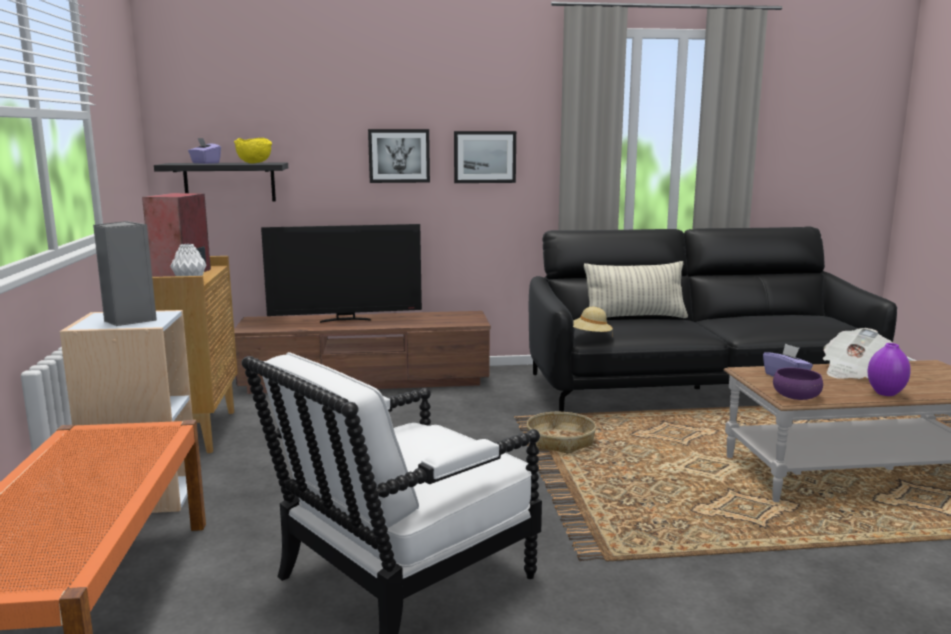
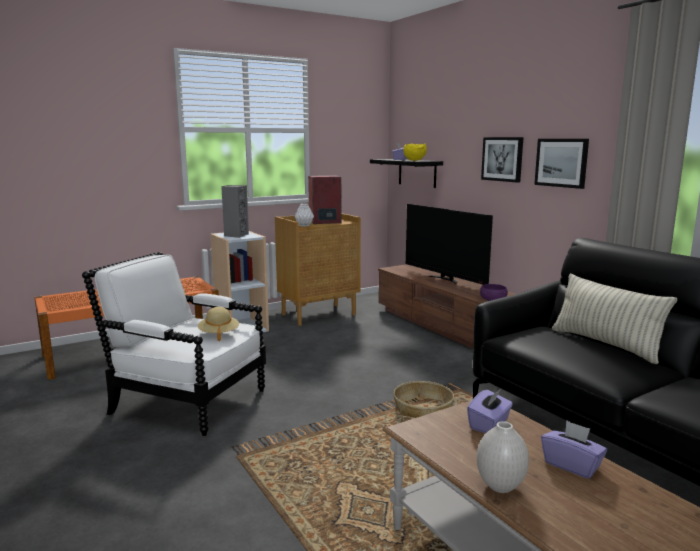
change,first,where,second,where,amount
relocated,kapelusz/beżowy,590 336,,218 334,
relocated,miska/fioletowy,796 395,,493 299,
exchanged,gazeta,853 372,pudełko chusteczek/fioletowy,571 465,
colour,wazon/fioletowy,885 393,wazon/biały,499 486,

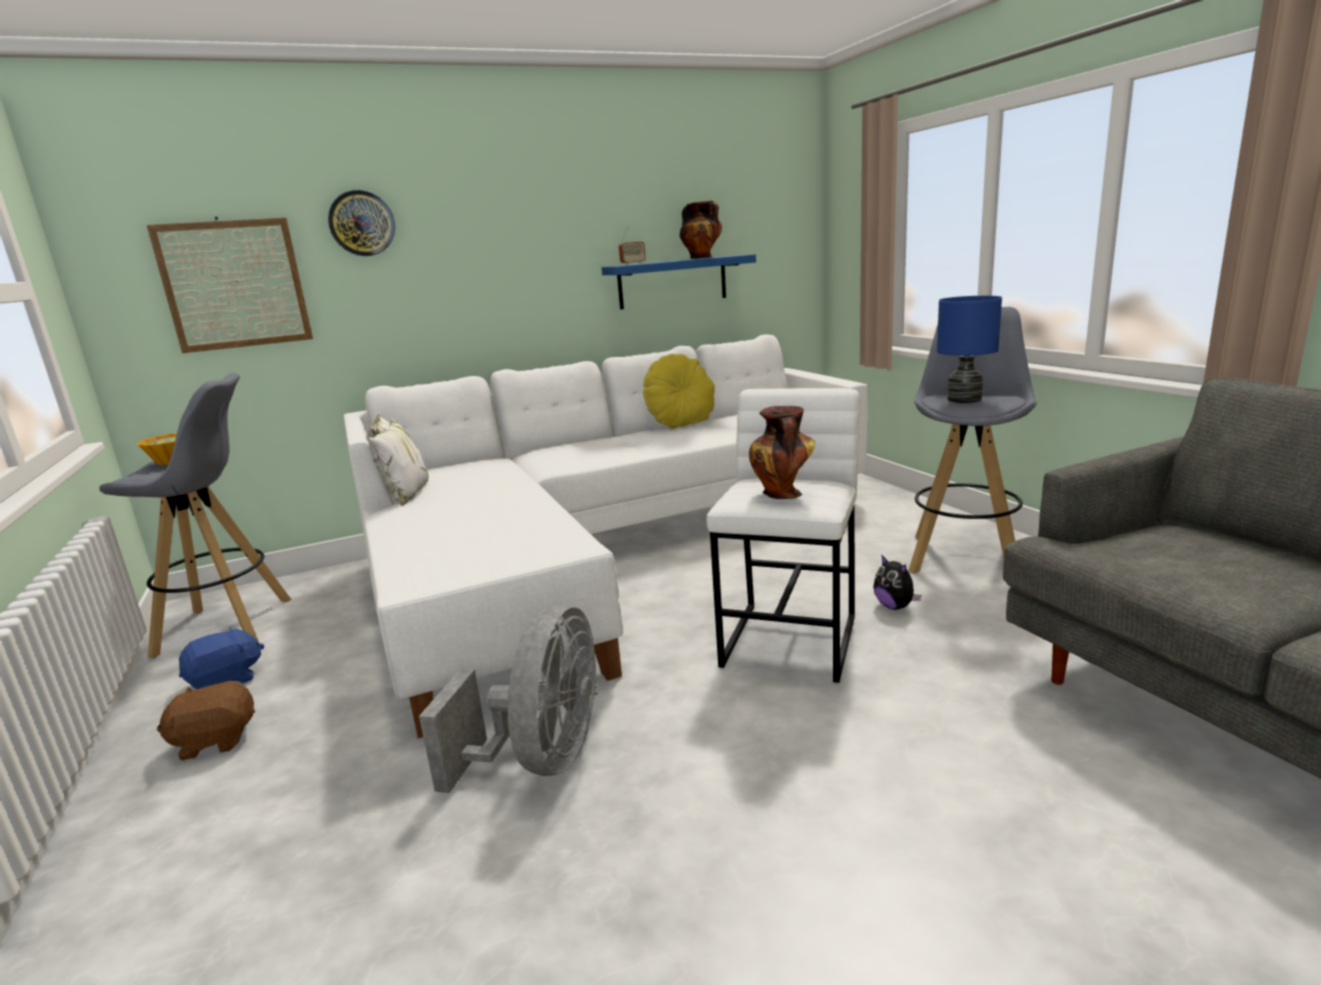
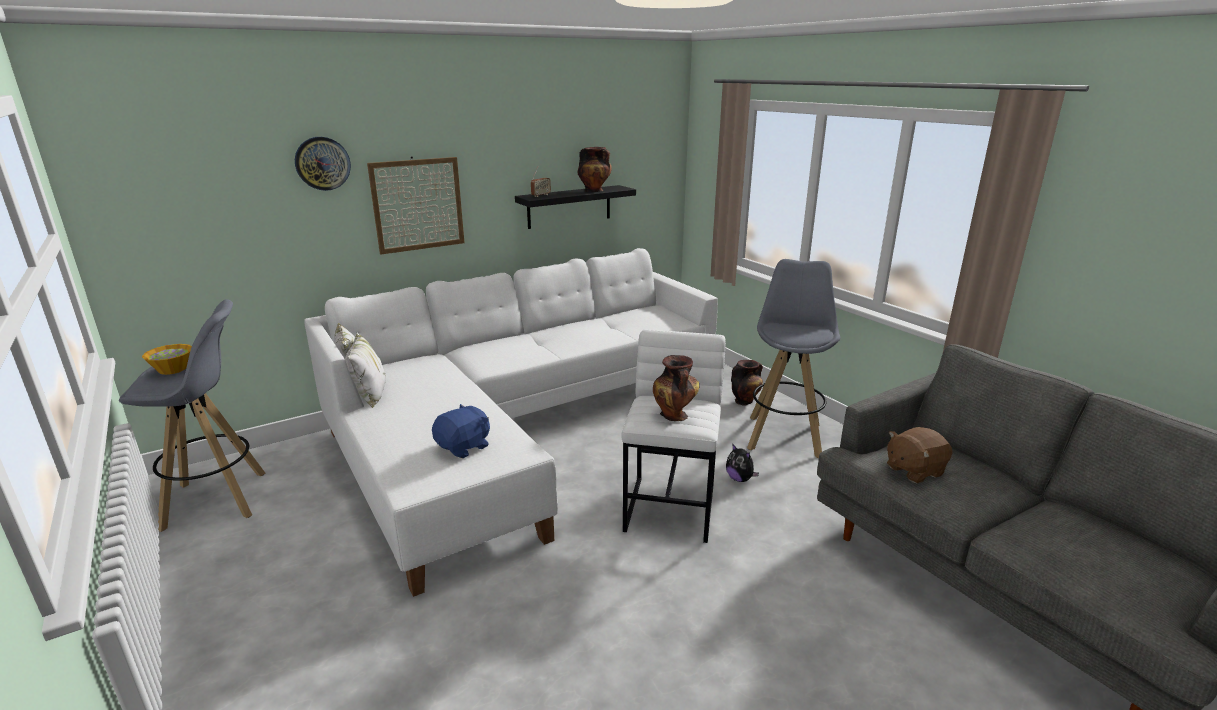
change,first,where,second,where,amount
relocated,obraz,234 282,,417 203,
relocated,pluszak/brązowy,216 740,,913 470,
relocated,pluszak/niebieski,226 680,,464 447,
missing,wentylator/szary,543 758,,,
colour,półka/niebieski,672 282,półka/czarny,569 206,
missing,poduszka/żółty,681 425,,,
missing,lampa stołowa/niebieski,964 399,,,
appeared,,,wazon,744 401,

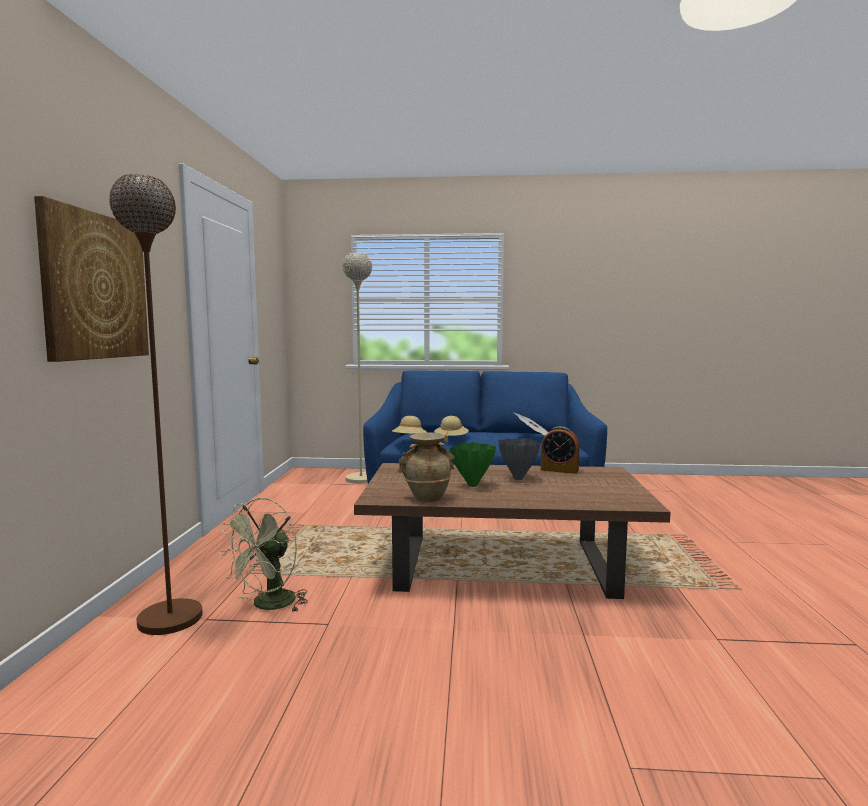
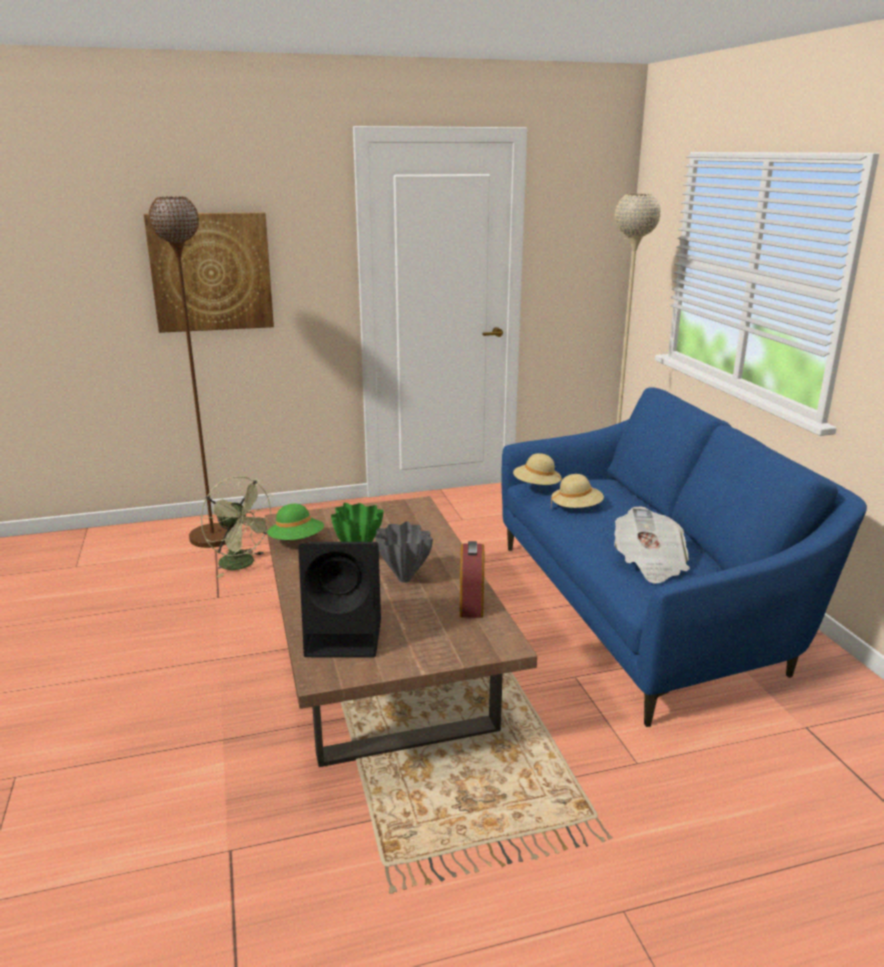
change,first,where,second,where,amount
spun,wentylator/zielony,268 605,,243 564,150 degrees counterclockwise
exchanged,wazon/beżowy,427 498,kapelusz/zielony,297 541,
appeared,,,głośnik/czarny,346 637,

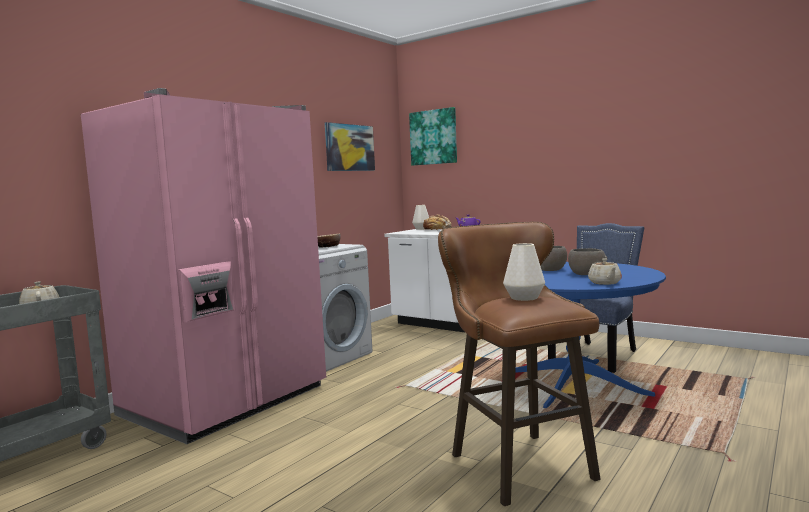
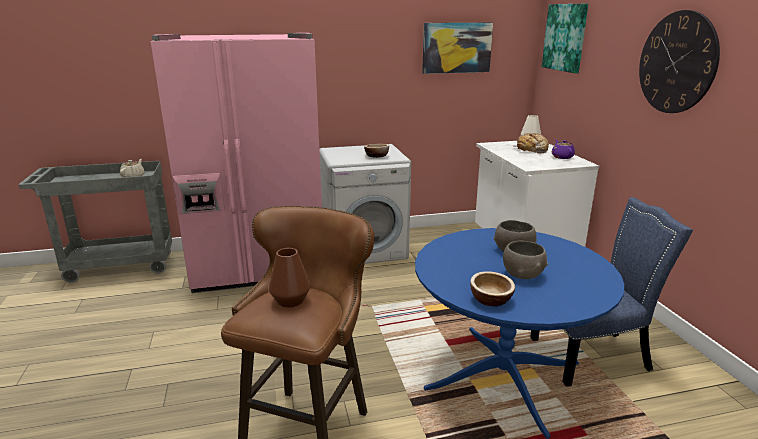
change,first,where,second,where,amount
colour,wazon/biały,524 298,wazon/brązowy,290 300,
exchanged,imbryk/beżowy,605 283,miska,490 299,
appeared,,,zegar ścienny,677 63,

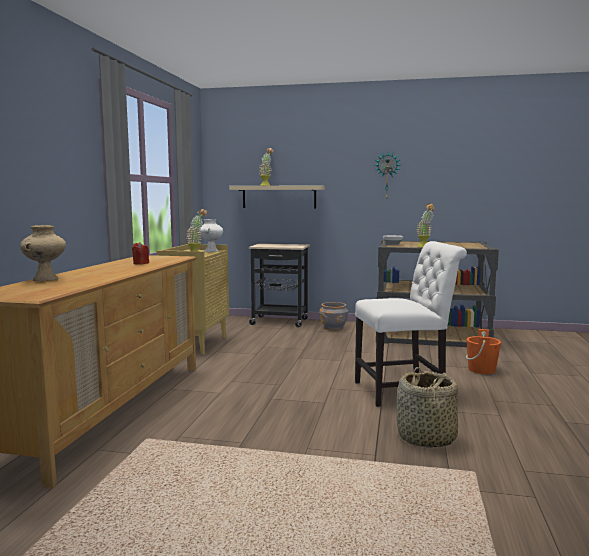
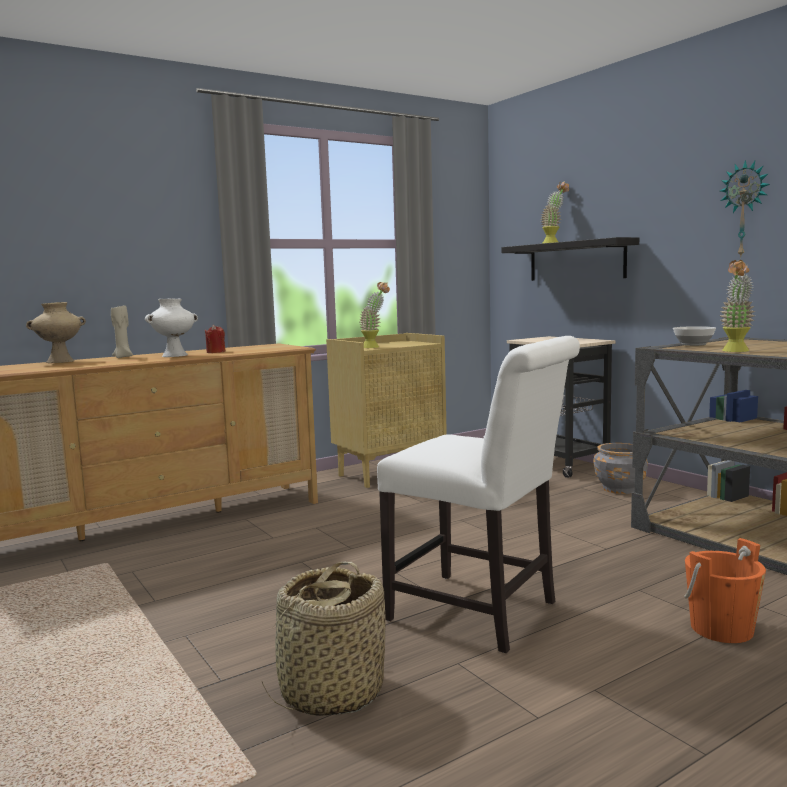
change,first,where,second,where,amount
relocated,wazon/biały,211 251,,175 355,
colour,półka/beżowy,279 197,półka/czarny,576 261,
appeared,,,świeca/beżowy,123 357,

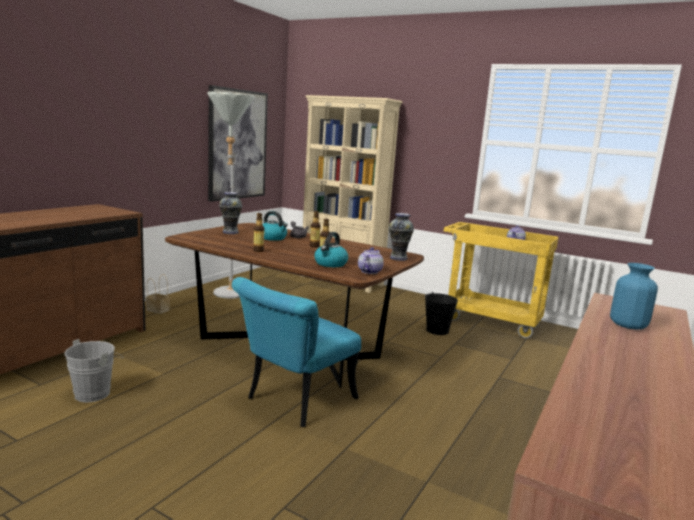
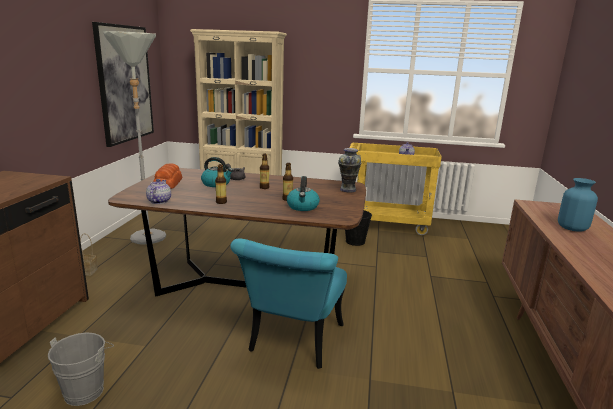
change,first,where,second,where,amount
exchanged,wazon,230 232,chleb,168 183,
relocated,imbryk,369 271,,159 201,

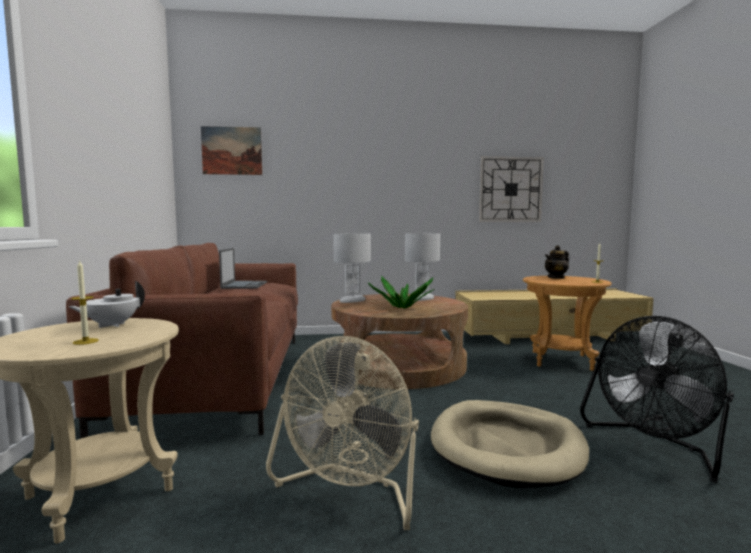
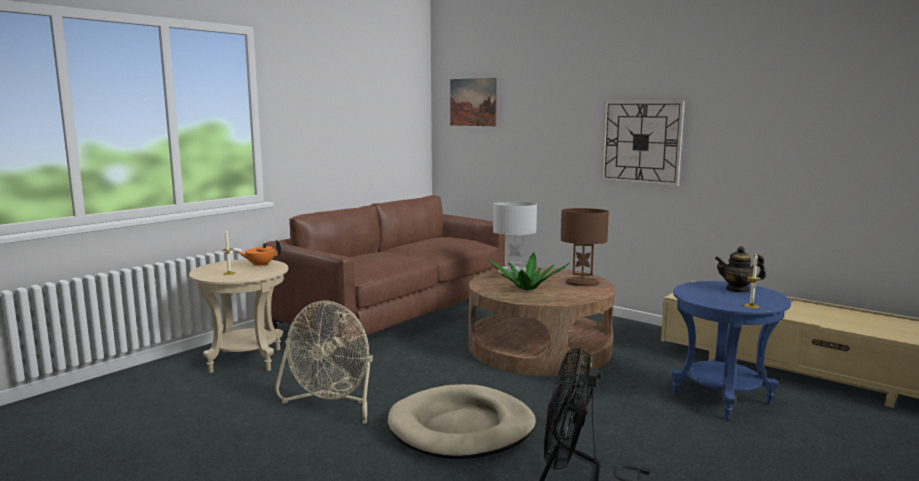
change,first,where,second,where,amount
colour,imbryk/biały,111 325,imbryk/pomarańczowy,260 265,
missing,laptop,244 285,,,
spun,wentylator/beżowy,348 487,,332 403,45 degrees counterclockwise
colour,lampa stołowa/biały,422 298,lampa stołowa/brązowy,582 283,
relocated,zegar ścienny,510 189,,641 142,
colour,stolik/brązowy,561 360,stolik/niebieski,721 399,

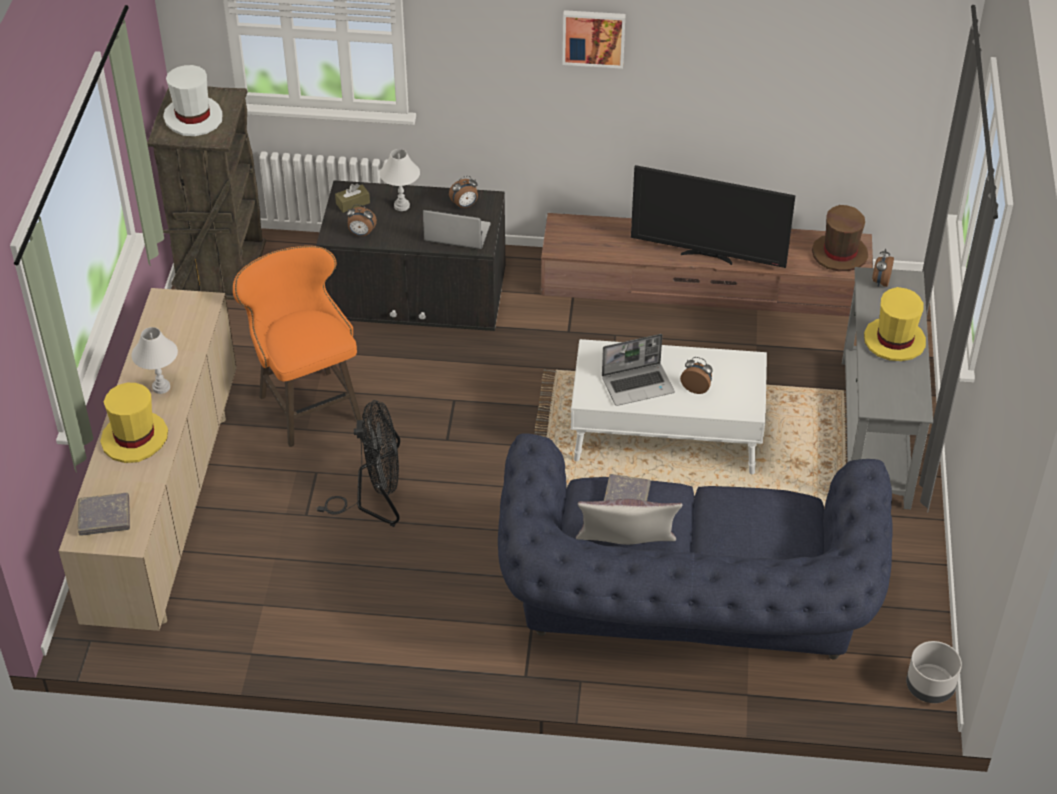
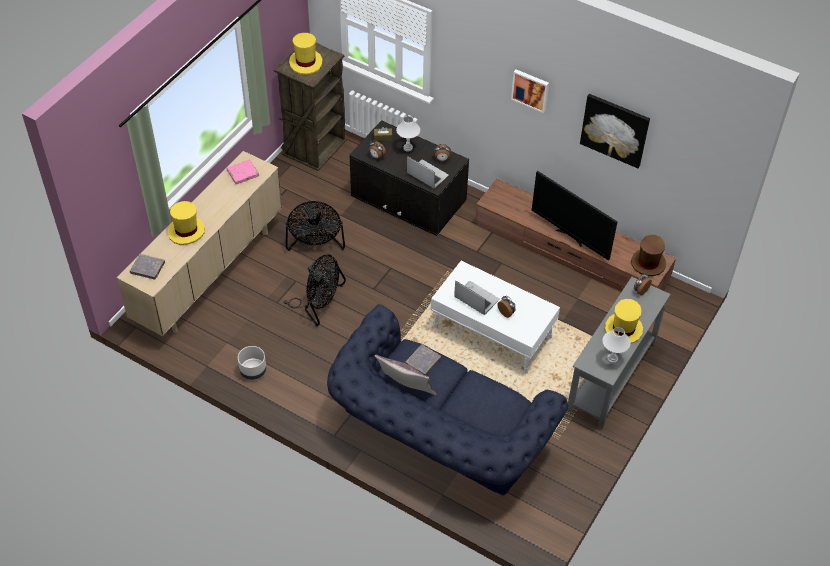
change,first,where,second,where,amount
relocated,lampa stołowa/biały,161 387,,612 359,
colour,kapelusz/biały,193 118,kapelusz/żółty,306 63,
exchanged,stołek/pomarańczowy,307 404,wentylator/czarny,313 241,
spun,laptop,638 385,,475 299,150 degrees counterclockwise
relocated,donica/szary,929 687,,253 371,
appeared,,,książka/różowy,243 173,
appeared,,,obraz,615 130,

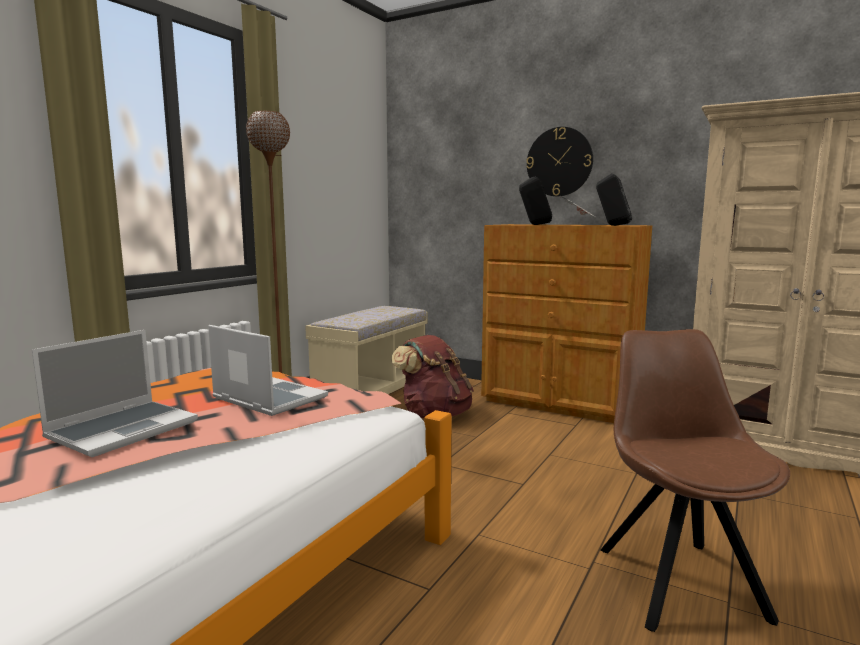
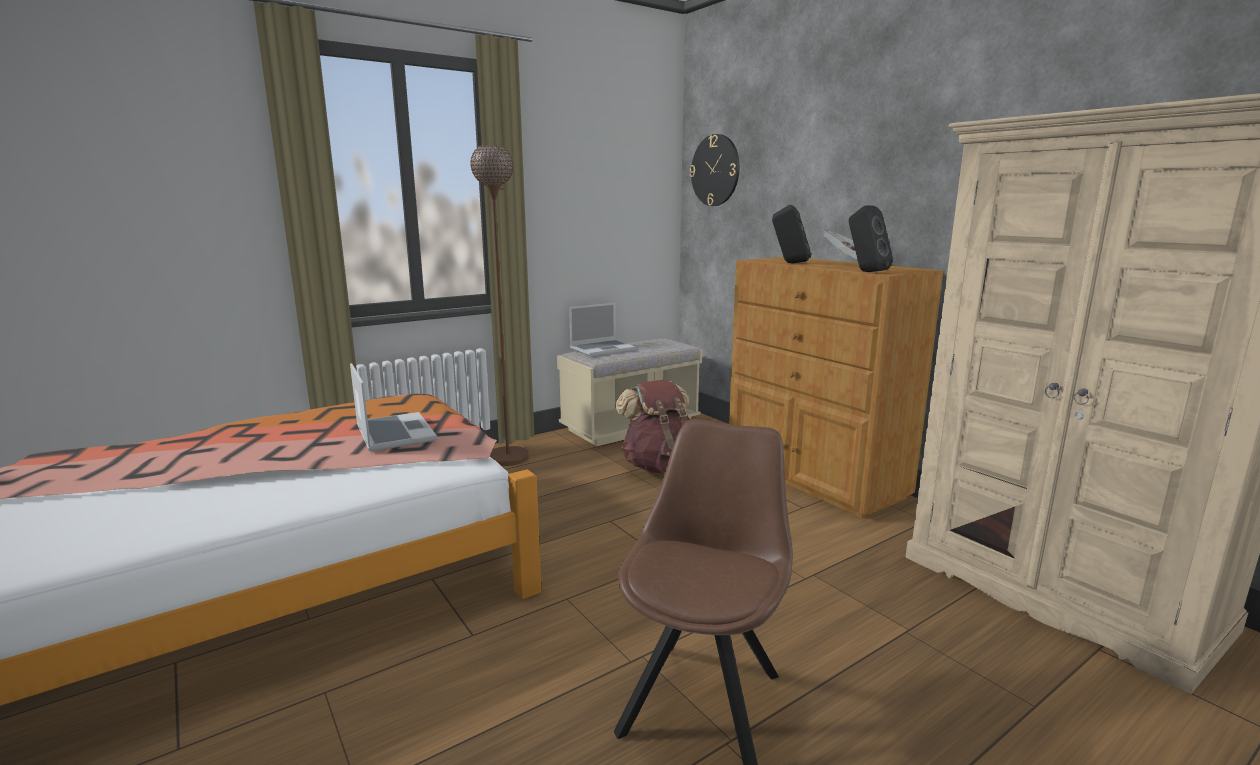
change,first,where,second,where,amount
relocated,laptop,124 429,,602 349,
relocated,zegar ścienny,559 162,,715 170,

